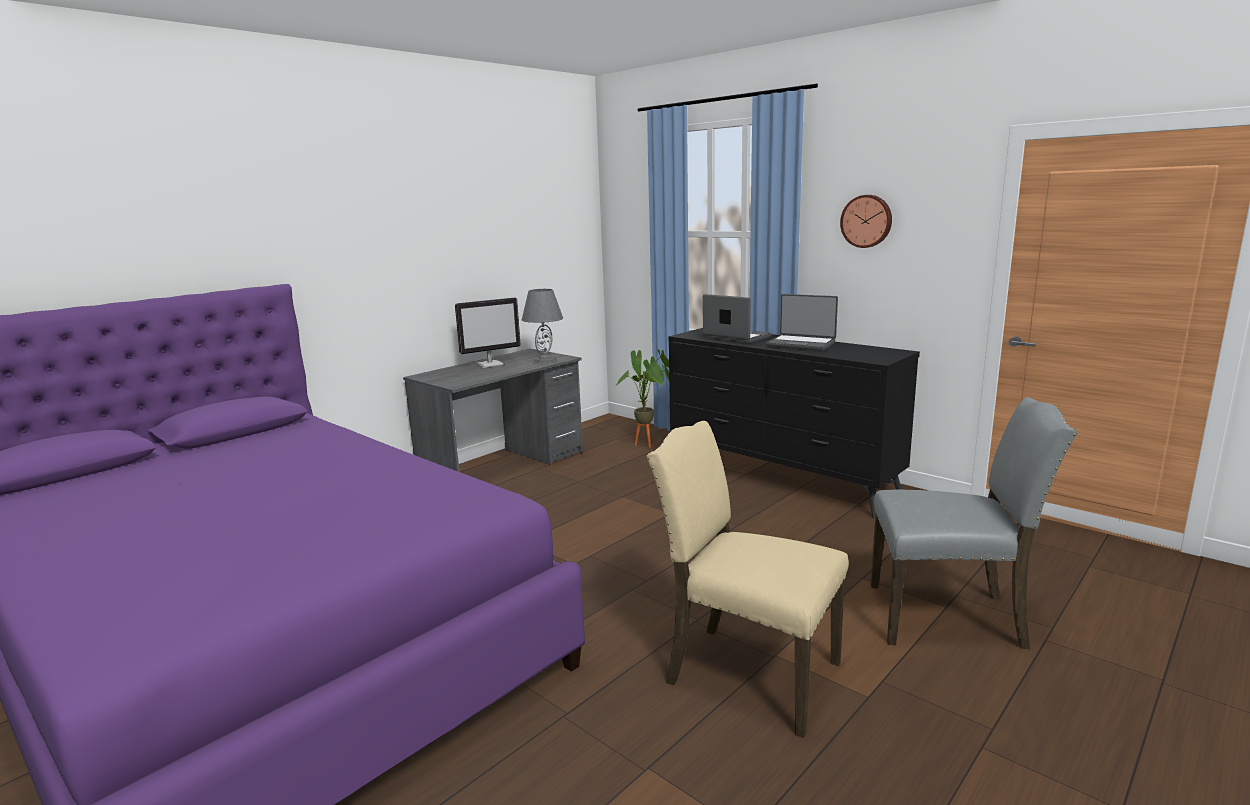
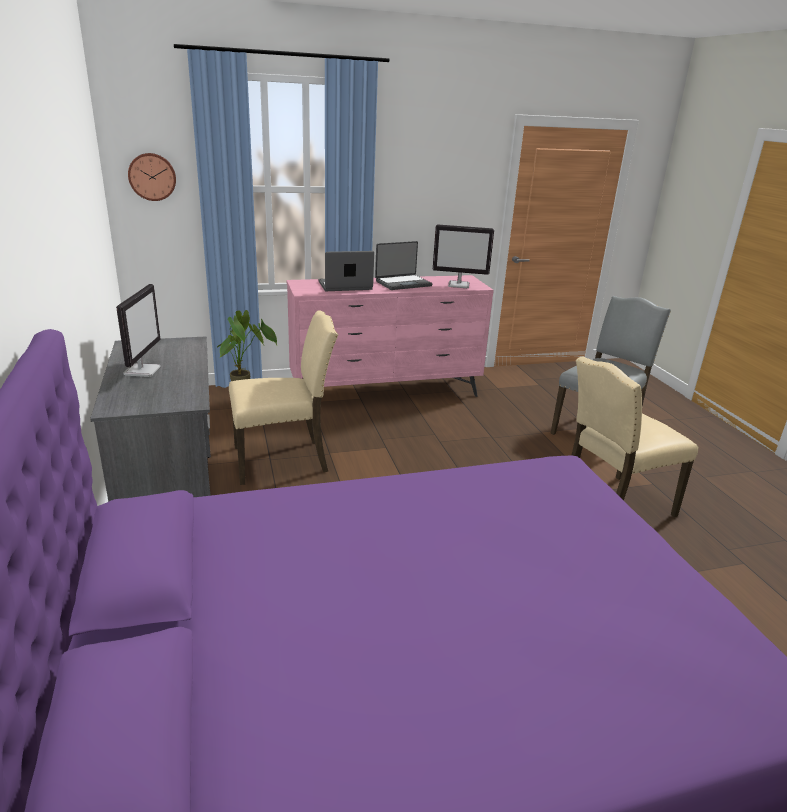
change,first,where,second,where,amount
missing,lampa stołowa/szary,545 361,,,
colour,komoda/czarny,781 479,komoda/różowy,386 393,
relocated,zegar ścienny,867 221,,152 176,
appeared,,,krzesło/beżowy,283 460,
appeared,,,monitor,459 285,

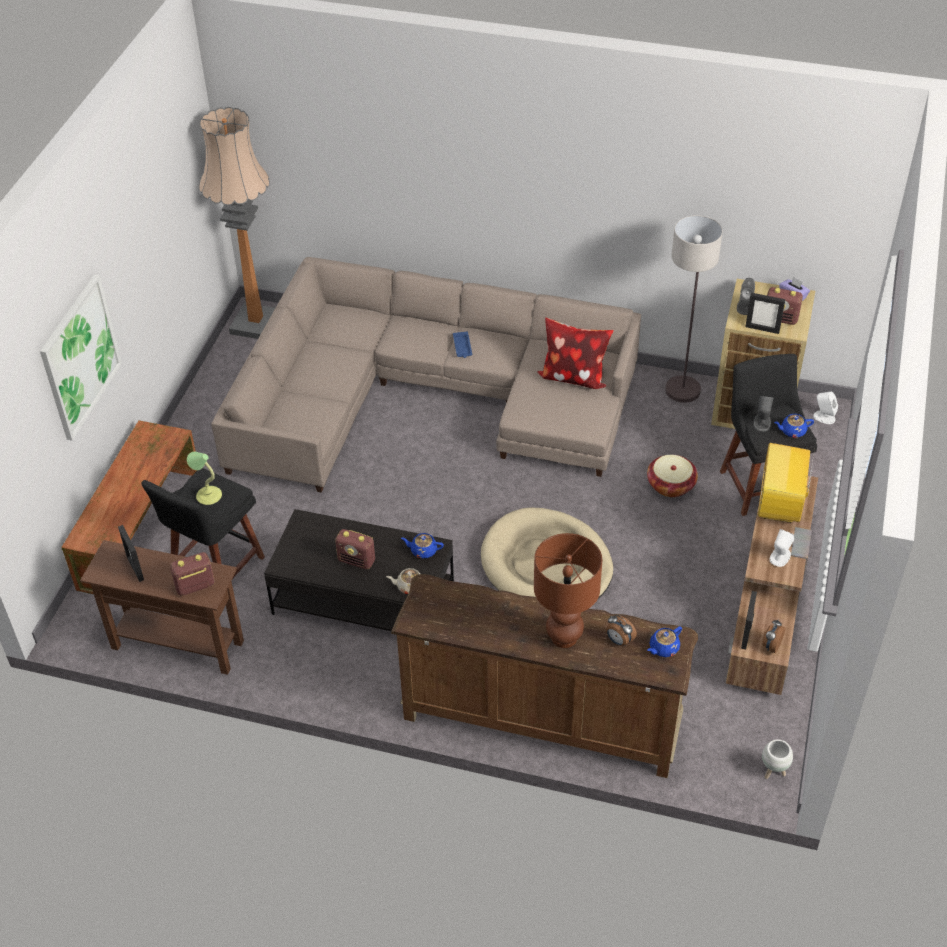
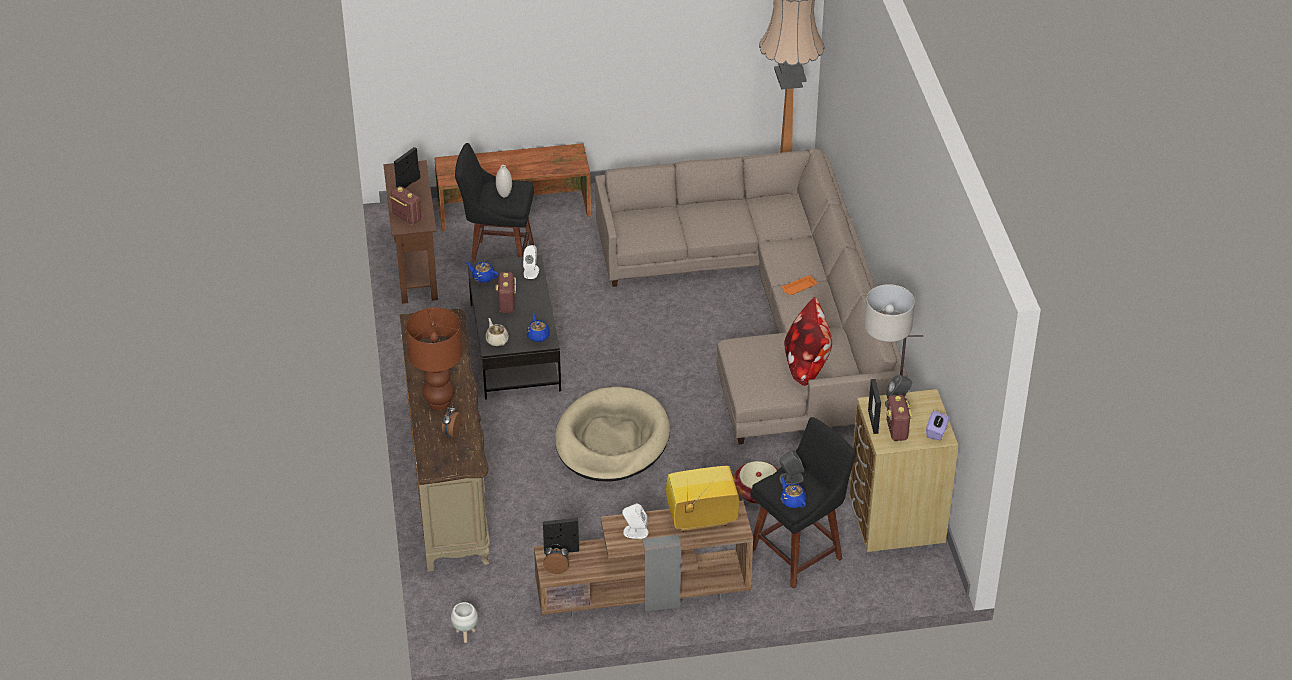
change,first,where,second,where,amount
missing,obraz,80 357,,,
exchanged,lampa stołowa,208 495,wazon/biały,504 195,
colour,taca/niebieski,462 347,taca/pomarańczowy,798 287,
relocated,imbryk/niebieski,663 648,,483 277,
relocated,głośnik/biały,824 417,,531 271,

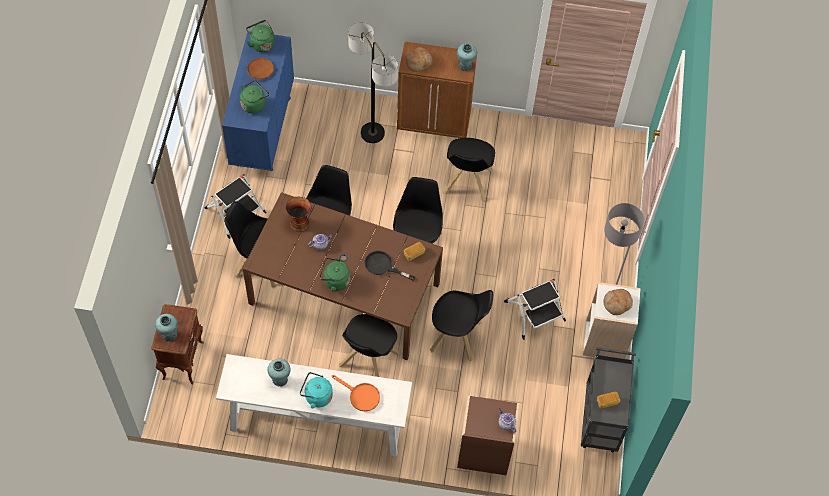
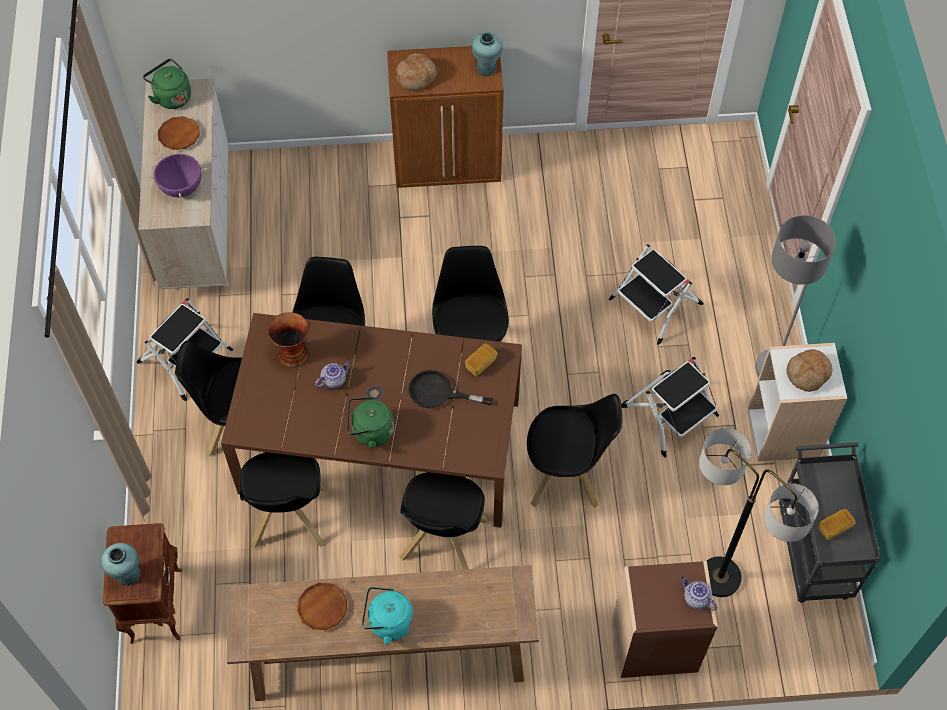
change,first,where,second,where,amount
colour,stolik konsolowy/biały,316 422,stolik konsolowy/brązowy,387 657,
colour,komoda/niebieski,263 131,komoda/biały,200 230,
exchanged,czajnik/zielony,254 104,garnek/fioletowy,182 188,
exchanged,wazon/turkusowy,280 379,talerz/brązowy,322 607,
missing,patelnia/pomarańczowy,360 395,,,
relocated,lampa stojąca,372 133,,720 577,
relocated,krzesło/czarny,467 182,,288 519,
appeared,,,drabinka,656 303,

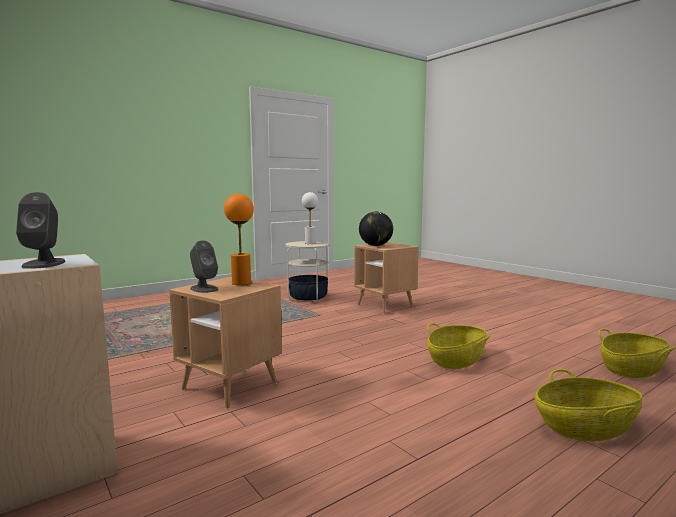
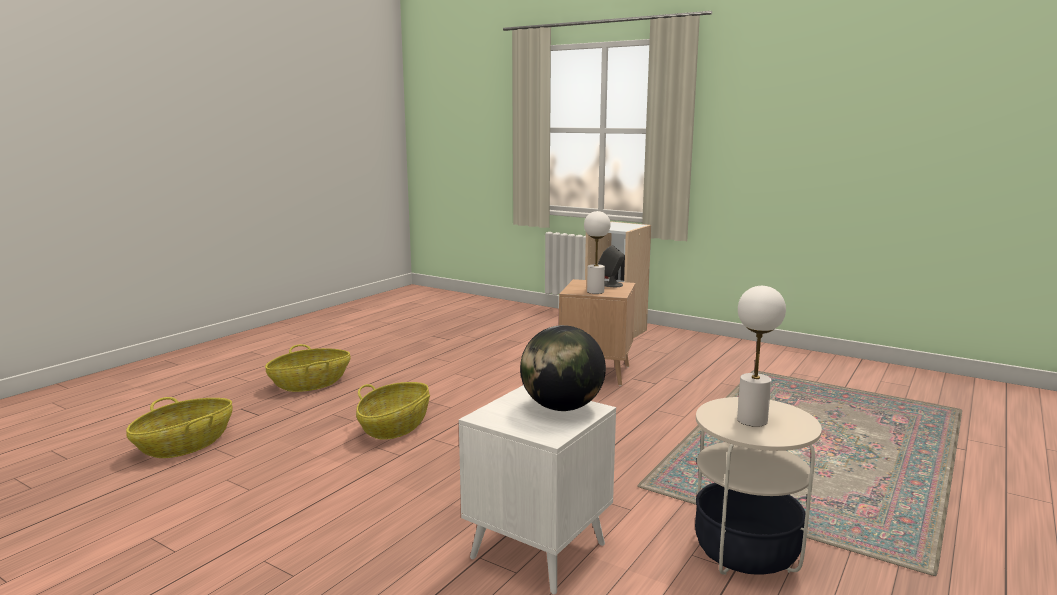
change,first,where,second,where,amount
missing,głośnik/szary,44 264,,,
colour,lampa stołowa/pomarańczowy,241 283,lampa stołowa/biały,595 292,
colour,stolik/brązowy,385 306,stolik/biały,538 551,

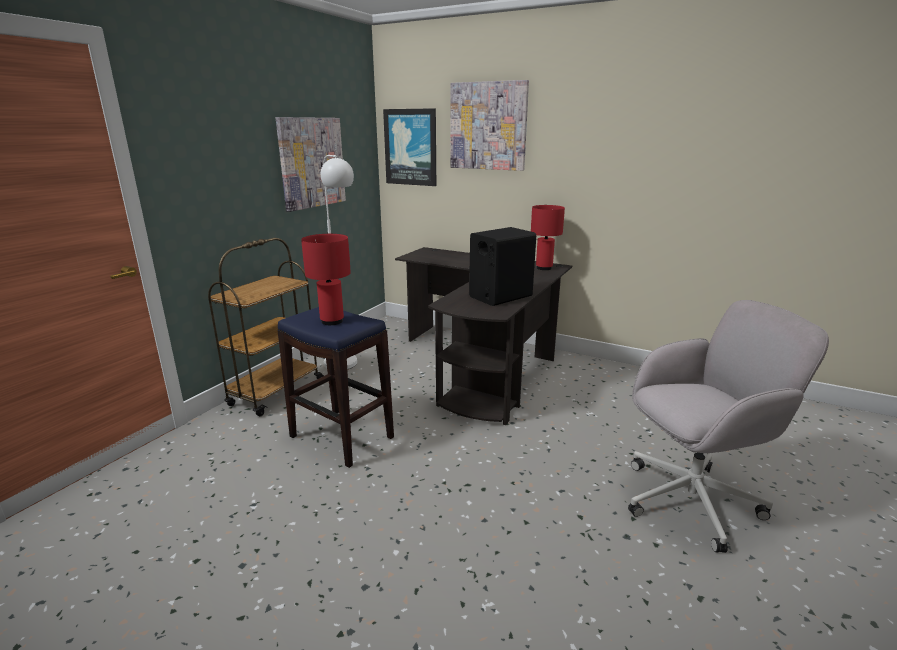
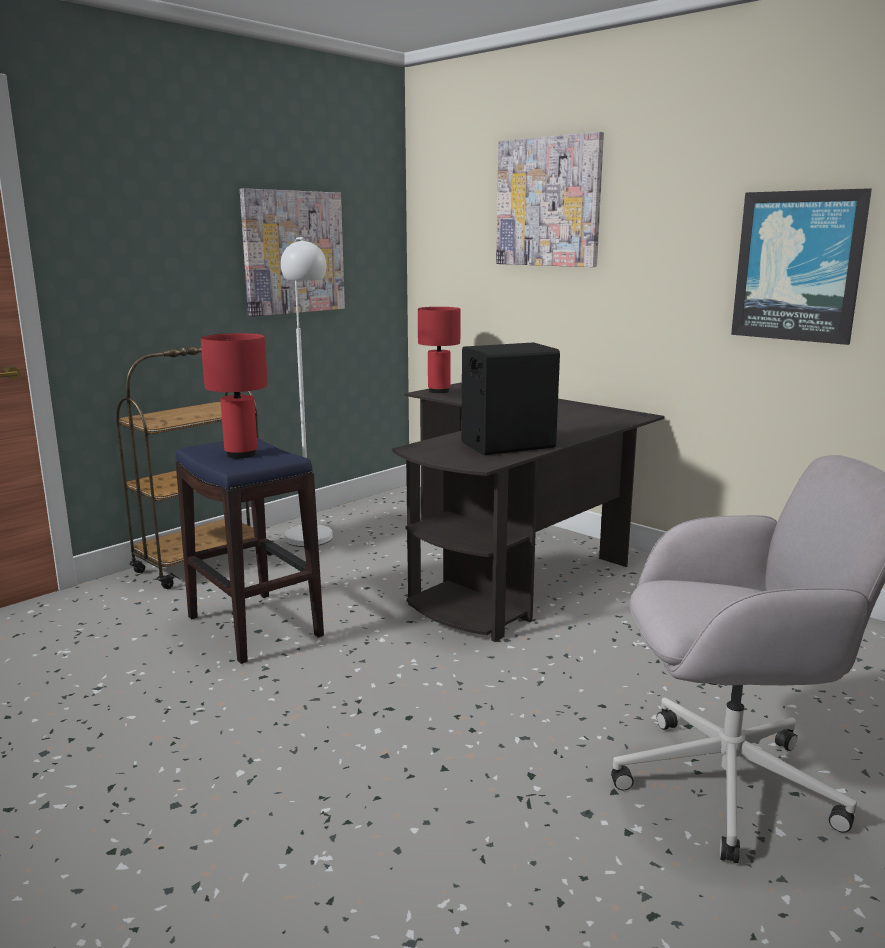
change,first,where,second,where,amount
relocated,obraz,411 147,,798 266,
relocated,lampa stołowa/czerwony,543 268,,438 391,

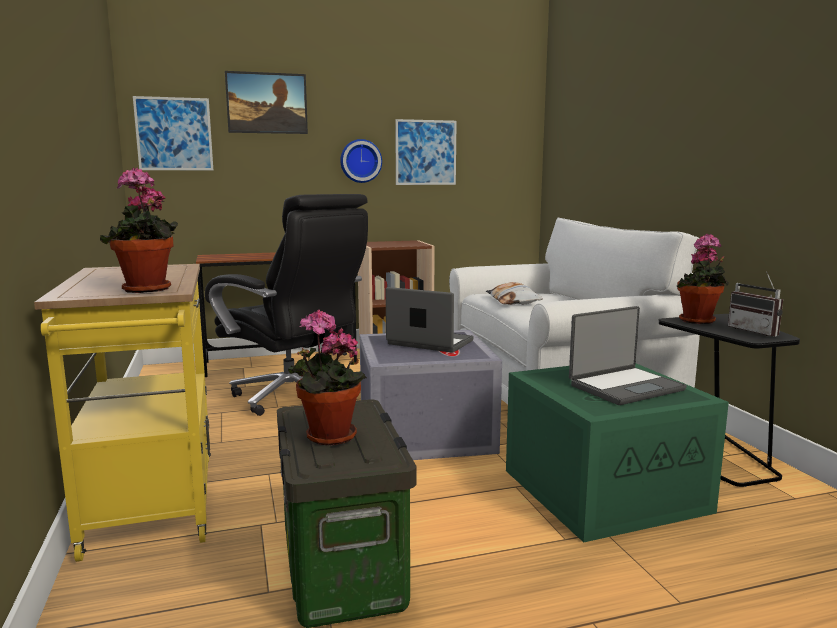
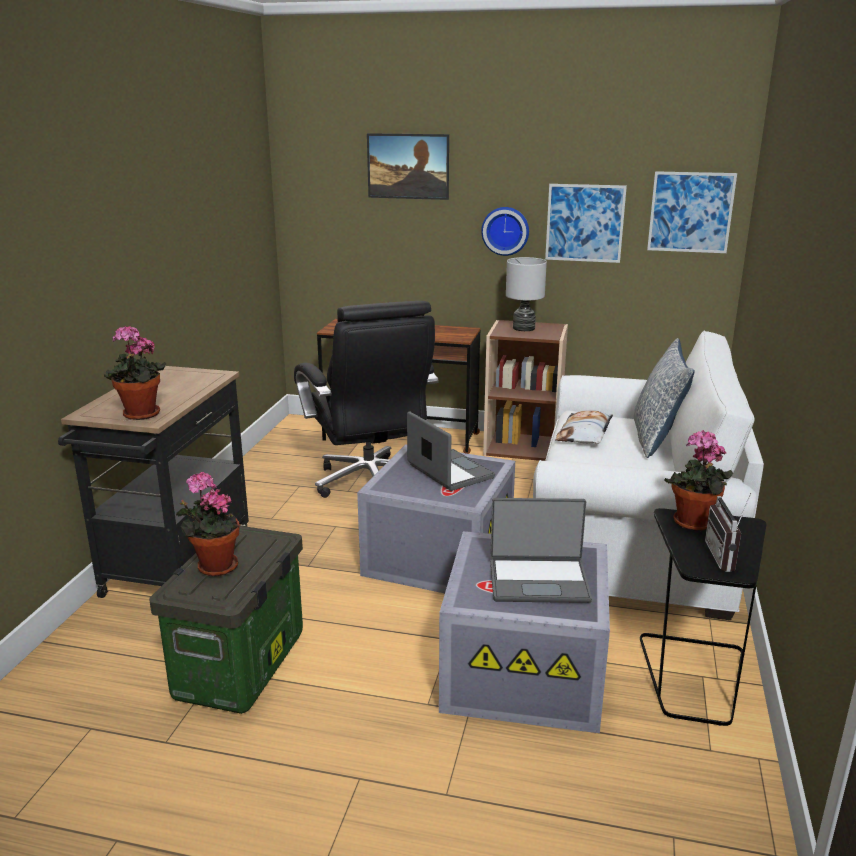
change,first,where,second,where,amount
colour,wózek/żółty,152 506,wózek/czarny,175 566,
relocated,obraz,174 134,,690 212,
colour,pojemnik do przechowywania/zielony,604 489,pojemnik do przechowywania/szary,526 670,
appeared,,,lampa stołowa/szary,524 328,
appeared,,,poduszka,657 439,

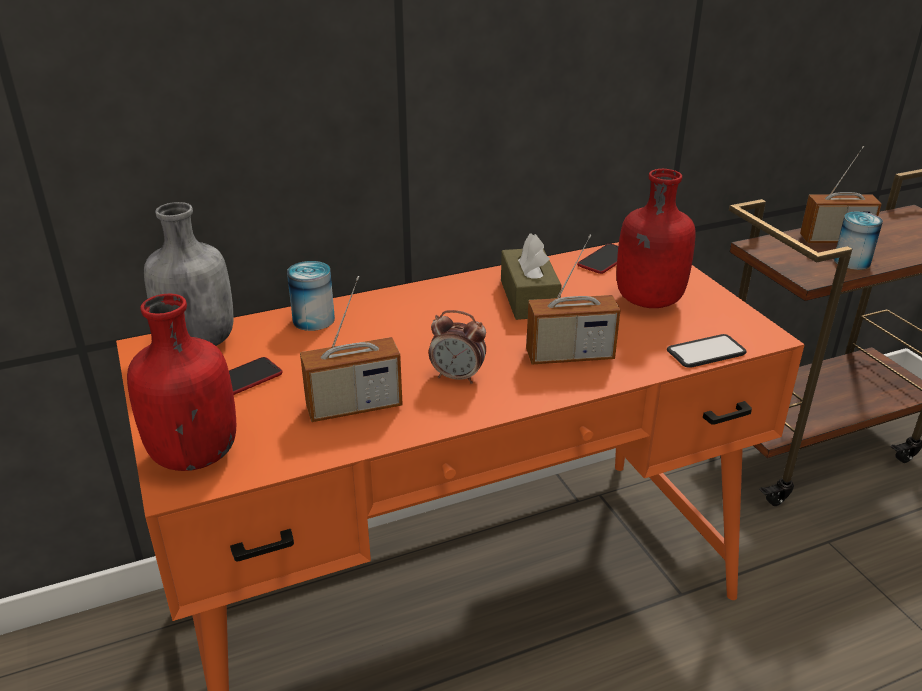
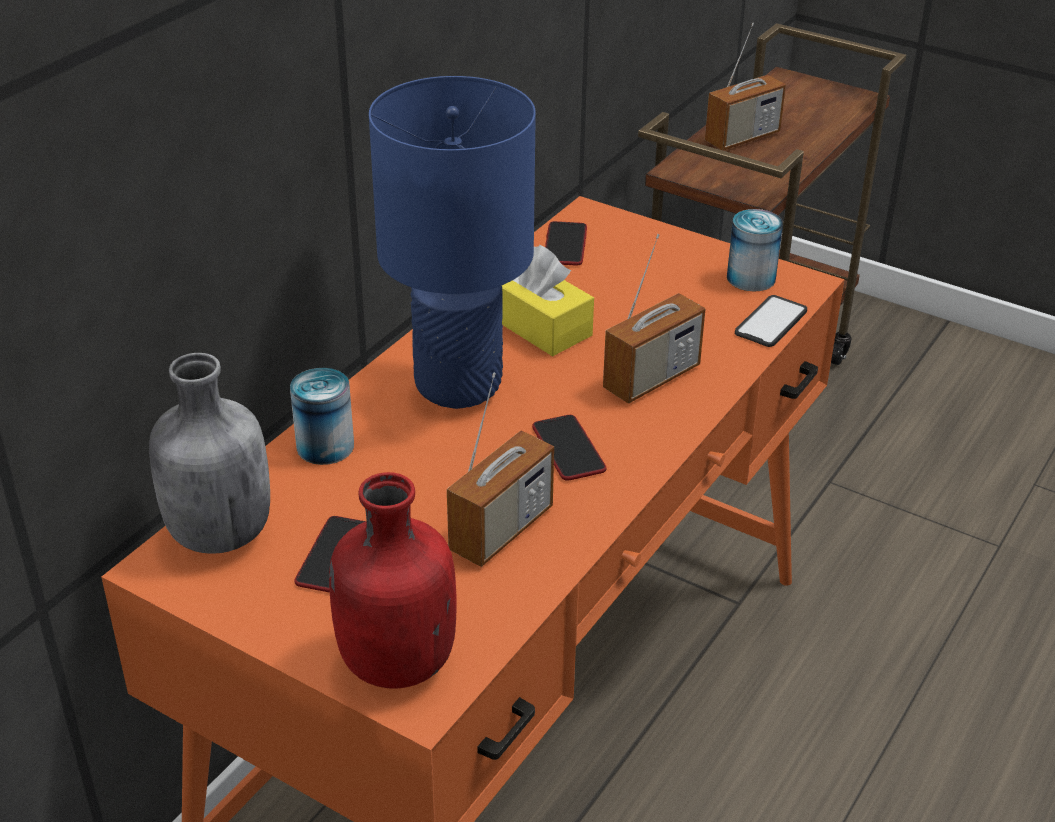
change,first,where,second,where,amount
exchanged,budzik,458 377,telefon,568 449,
colour,pudełko chusteczek/brązowy,529 298,pudełko chusteczek/żółty,537 324,
missing,butelka/czerwony,647 301,,,
relocated,puszka,852 261,,751 278,
appeared,,,lampa stołowa/niebieski,460 391,

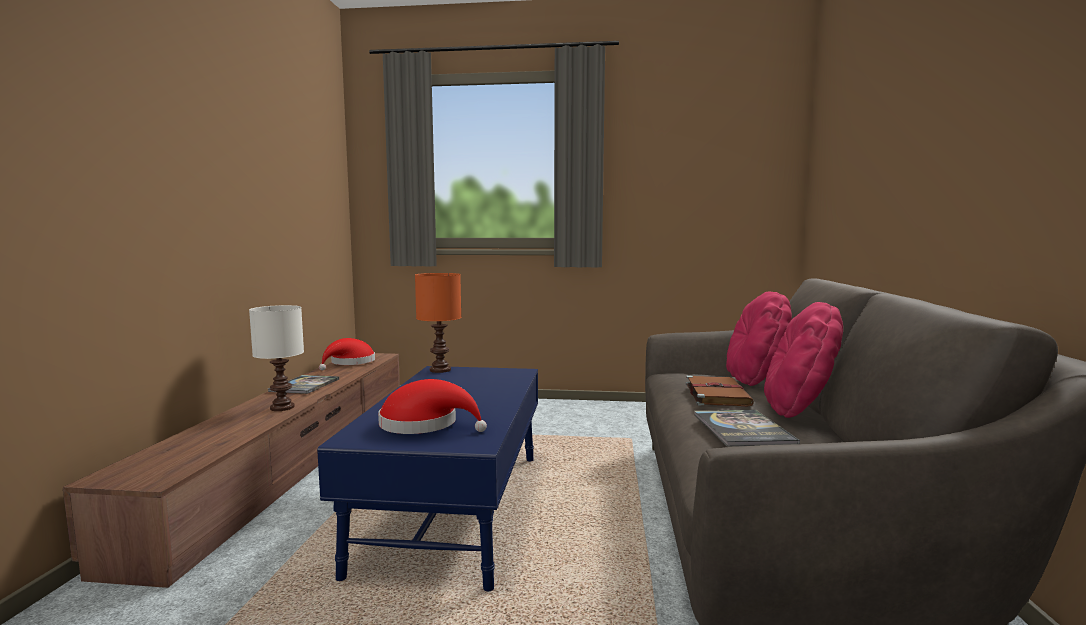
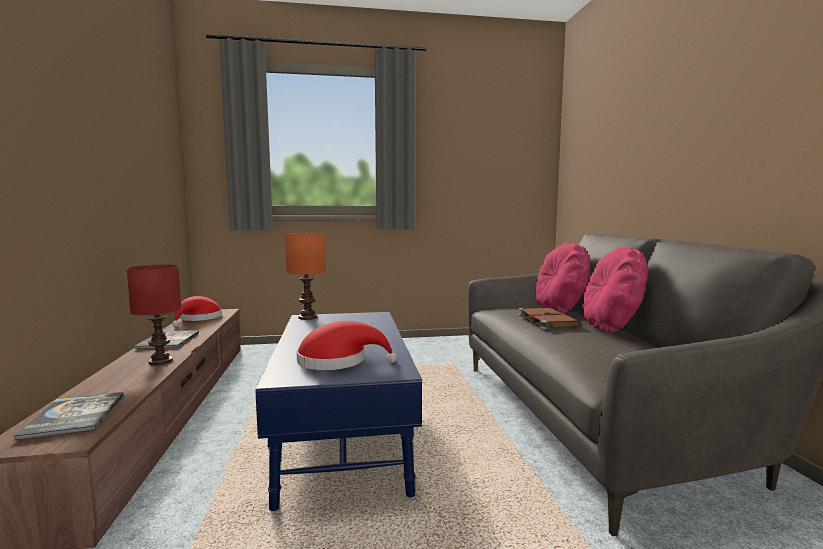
change,first,where,second,where,amount
colour,lampa stołowa/biały,282 408,lampa stołowa/czerwony,160 362,
relocated,książka,742 429,,74 416,

